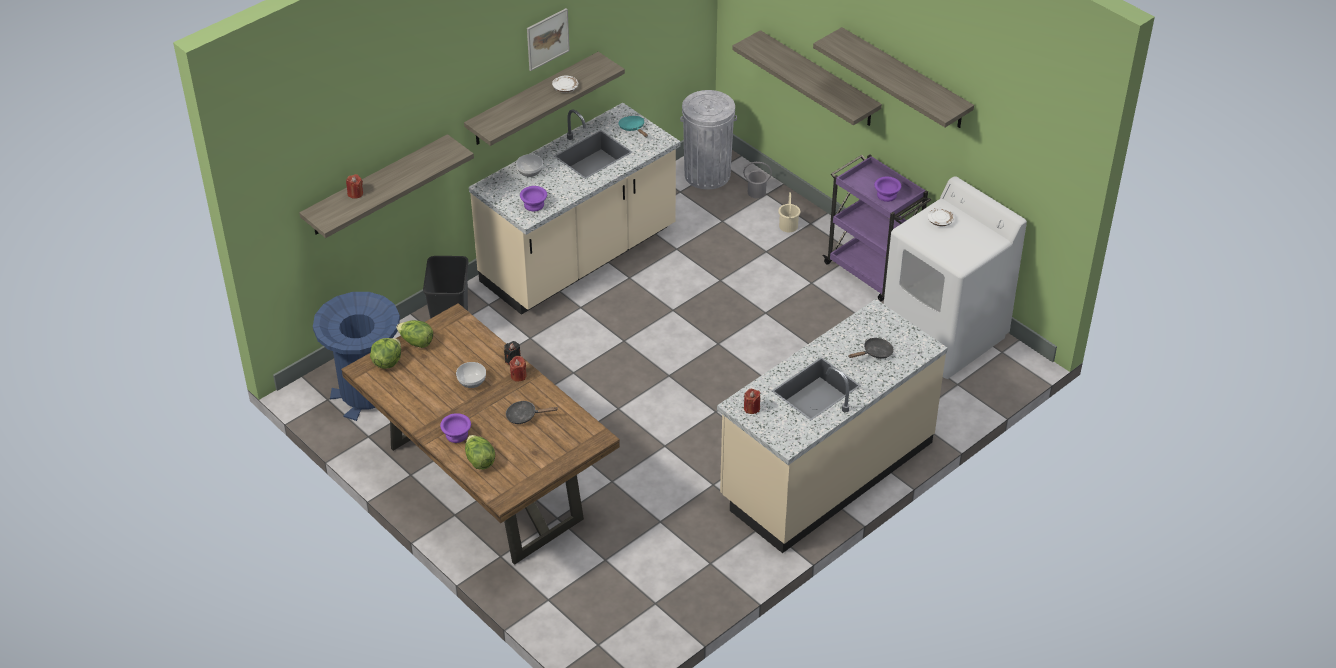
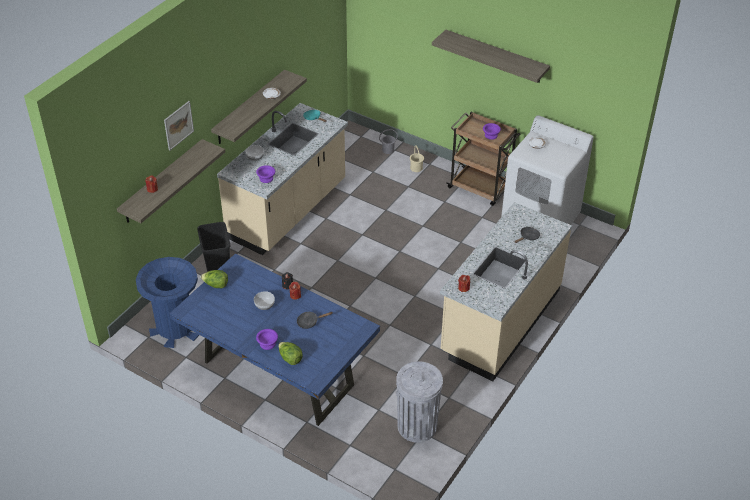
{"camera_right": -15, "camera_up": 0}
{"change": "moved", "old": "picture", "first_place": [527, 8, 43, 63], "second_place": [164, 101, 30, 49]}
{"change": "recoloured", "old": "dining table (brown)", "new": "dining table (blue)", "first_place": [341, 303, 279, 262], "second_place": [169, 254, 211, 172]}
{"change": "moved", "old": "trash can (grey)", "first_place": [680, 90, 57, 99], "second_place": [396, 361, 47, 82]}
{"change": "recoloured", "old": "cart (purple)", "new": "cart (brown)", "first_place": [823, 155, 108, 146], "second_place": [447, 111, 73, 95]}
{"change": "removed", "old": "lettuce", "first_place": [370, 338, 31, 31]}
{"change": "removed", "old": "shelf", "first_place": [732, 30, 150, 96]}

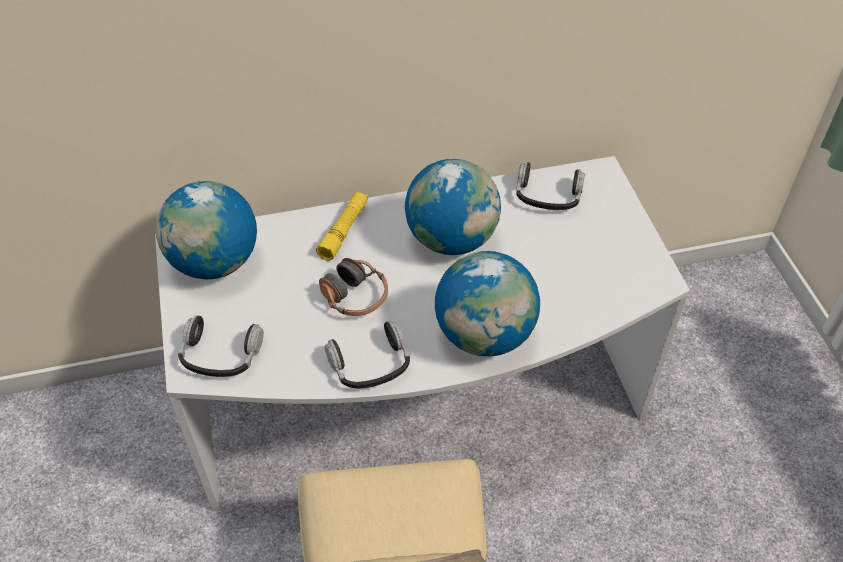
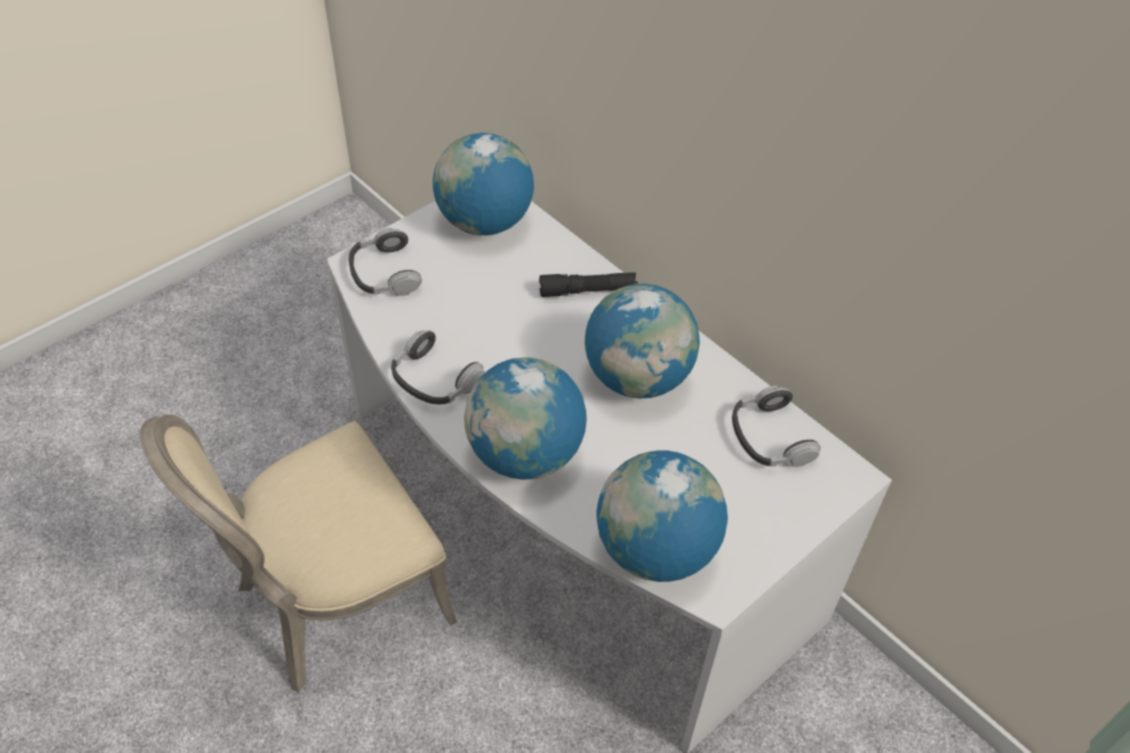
{"camera_right": 60, "camera_up": 0}
{"change": "recoloured", "old": "flashlight (yellow)", "new": "flashlight (black)", "first_place": [316, 191, 52, 70], "second_place": [539, 272, 99, 25]}
{"change": "added", "new": "globe", "second_place": [596, 450, 132, 132]}
{"change": "removed", "old": "headphones", "first_place": [319, 258, 69, 58]}

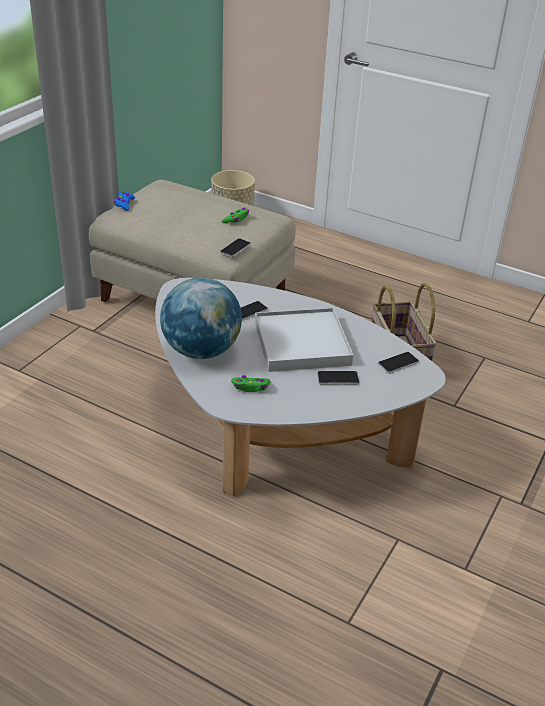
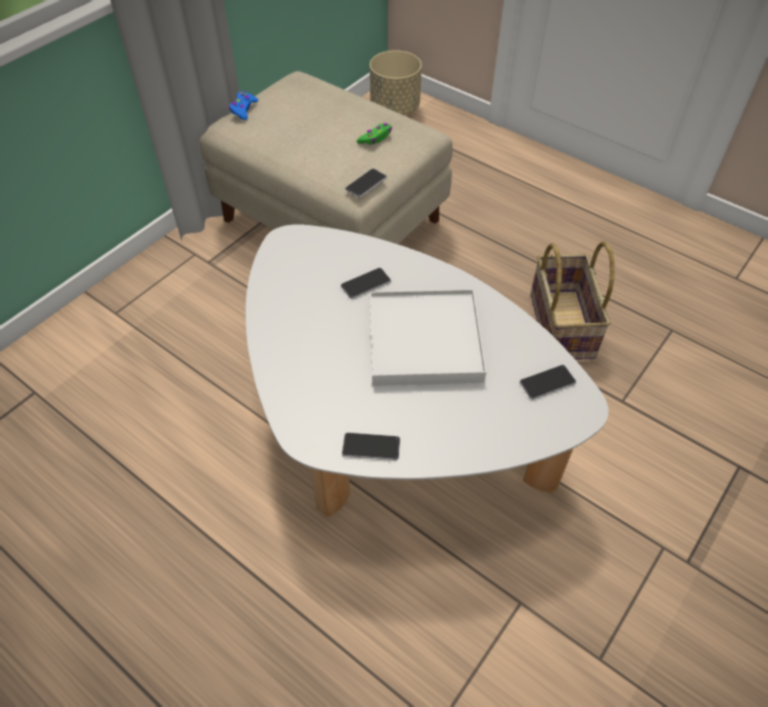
{"camera_right": 10, "camera_up": 15}
{"change": "moved", "old": "phone", "first_place": [317, 371, 42, 14], "second_place": [342, 432, 58, 29]}
{"change": "removed", "old": "globe", "first_place": [160, 278, 82, 81]}
{"change": "removed", "old": "game controller (green)", "first_place": [231, 375, 40, 17]}

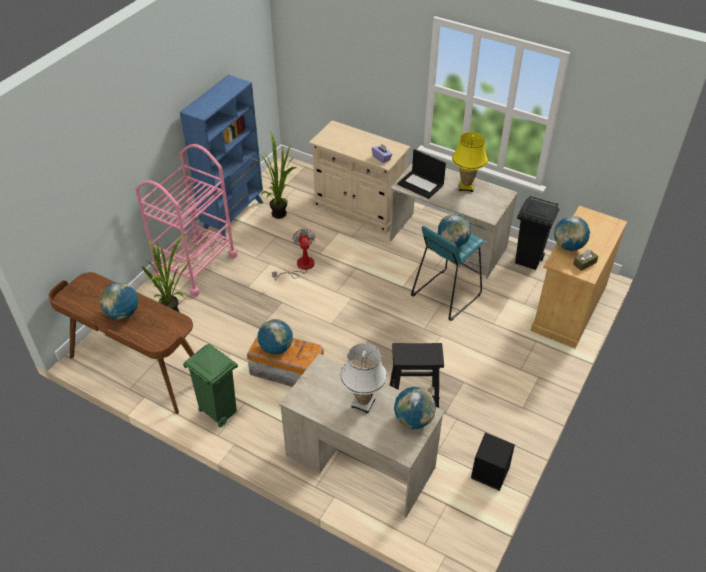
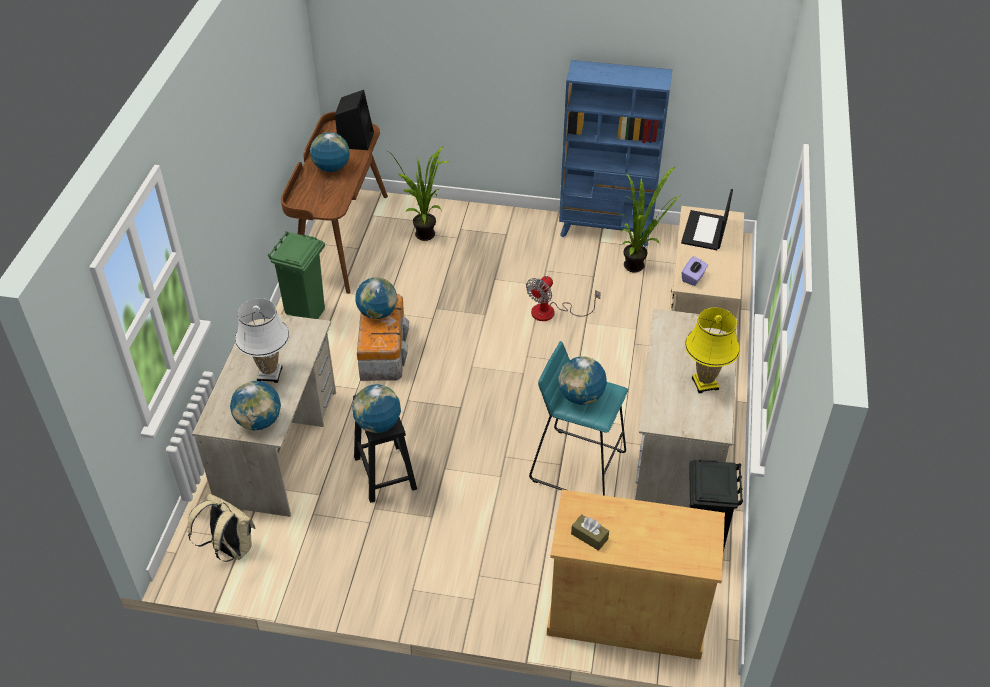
{"camera_right": 70, "camera_up": 0}
{"change": "added", "new": "backpack (beige)", "second_place": [188, 494, 67, 68]}
{"change": "moved", "old": "speaker (black)", "first_place": [471, 433, 44, 58], "second_place": [335, 90, 39, 60]}
{"change": "moved", "old": "globe", "first_place": [554, 216, 36, 35], "second_place": [352, 384, 49, 49]}
{"change": "turned", "old": "fan", "first_place": [272, 229, 43, 52], "second_place": [526, 276, 75, 45], "degrees": 150}
{"change": "moved", "old": "laptop", "first_place": [397, 149, 49, 50], "second_place": [681, 189, 52, 61]}
{"change": "removed", "old": "cart (pink)", "first_place": [135, 144, 103, 153]}

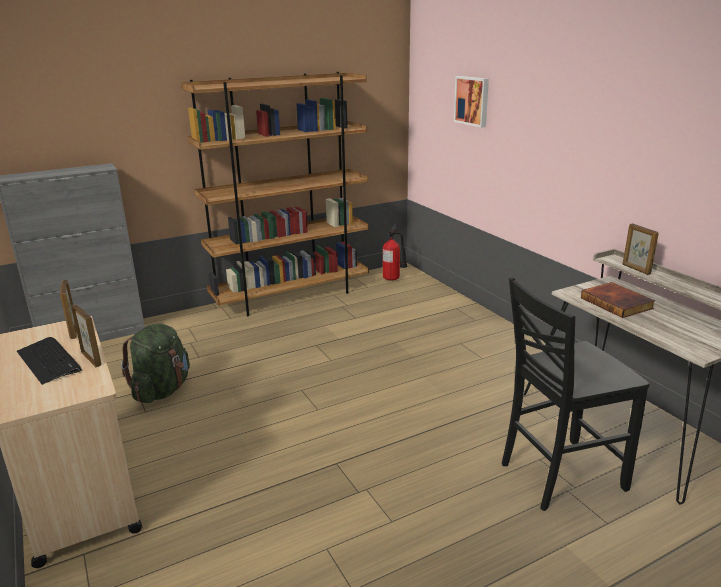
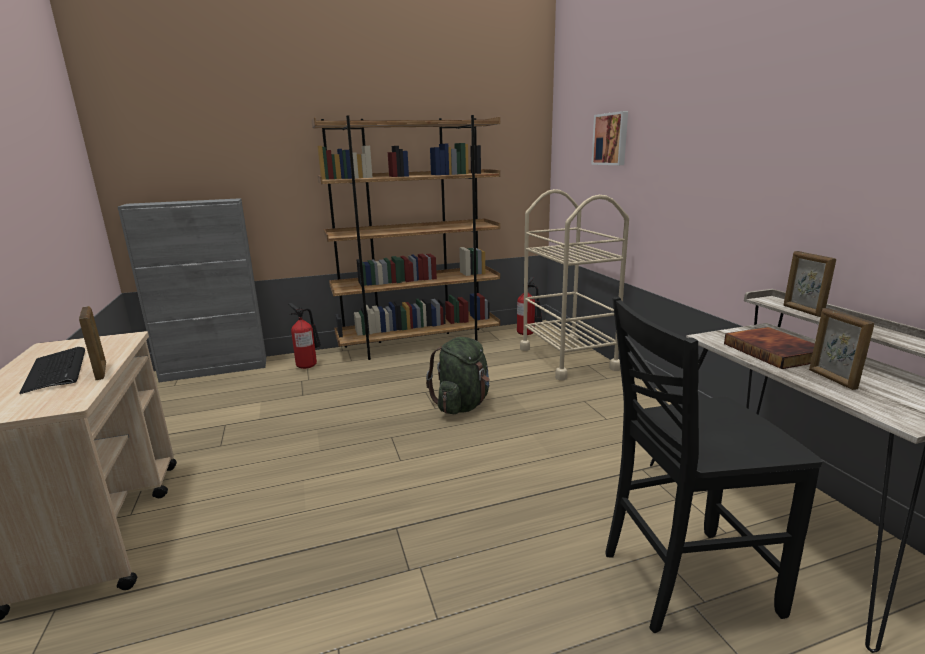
{"camera_right": 10, "camera_up": -5}
{"change": "added", "new": "fire extinguisher", "second_place": [288, 303, 33, 66]}
{"change": "moved", "old": "backpack (green)", "first_place": [121, 324, 69, 79], "second_place": [426, 337, 64, 77]}
{"change": "added", "new": "cart (beige)", "second_place": [520, 189, 109, 192]}
{"change": "moved", "old": "picture frame", "first_place": [60, 280, 17, 59], "second_place": [809, 308, 65, 82]}

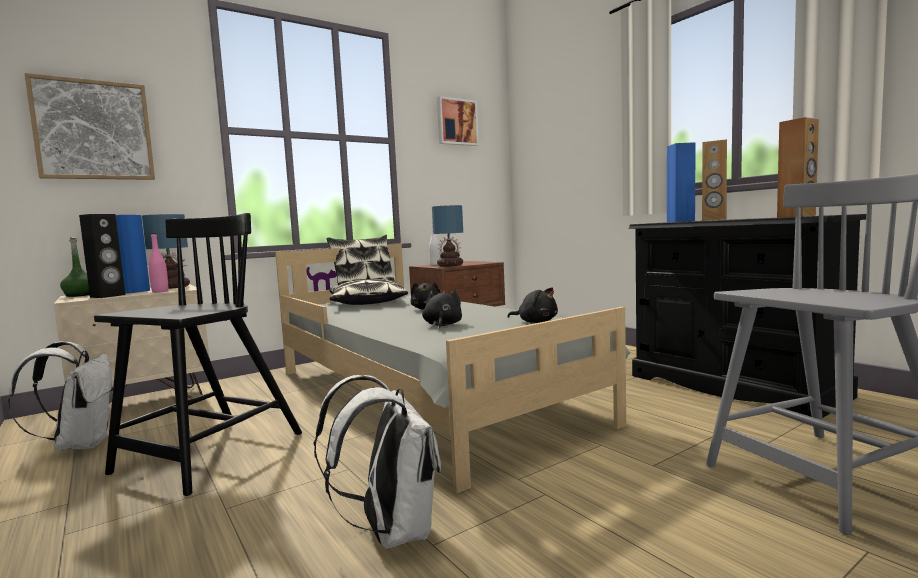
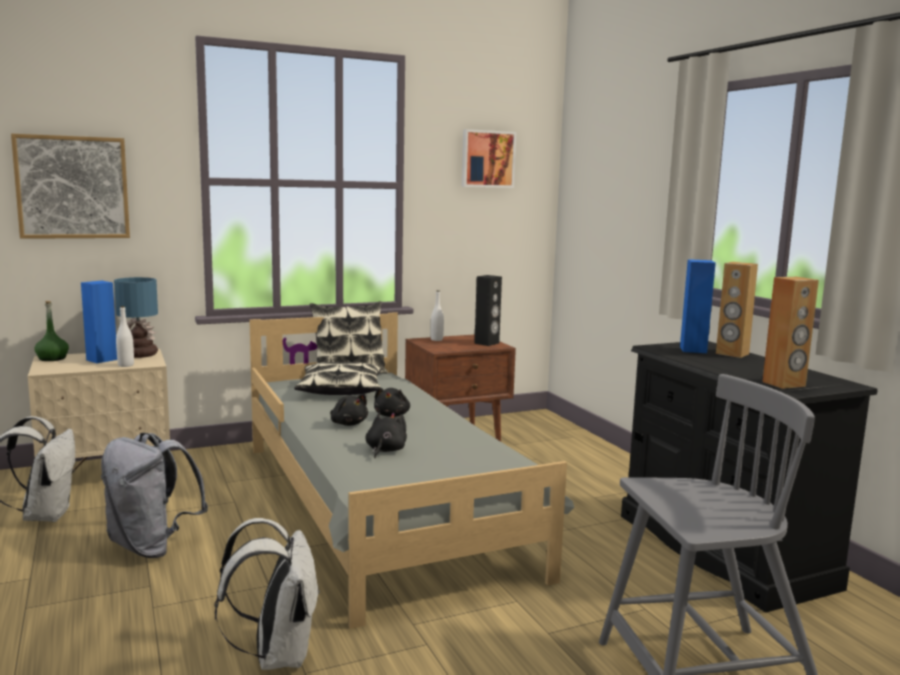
{"camera_right": 10, "camera_up": 5}
{"change": "replaced", "old": "chair (black)", "new": "backpack (grey)", "first_place": [94, 213, 208, 283], "second_place": [101, 433, 107, 125]}
{"change": "recoloured", "old": "bottle (pink)", "new": "bottle (white)", "first_place": [149, 233, 19, 60], "second_place": [116, 306, 18, 61]}
{"change": "moved", "old": "plush toy (black)", "first_place": [508, 287, 50, 36], "second_place": [330, 394, 38, 32]}
{"change": "moved", "old": "speaker (black)", "first_place": [79, 214, 46, 84], "second_place": [475, 275, 27, 71]}
{"change": "removed", "old": "table lamp", "first_place": [432, 205, 31, 62]}

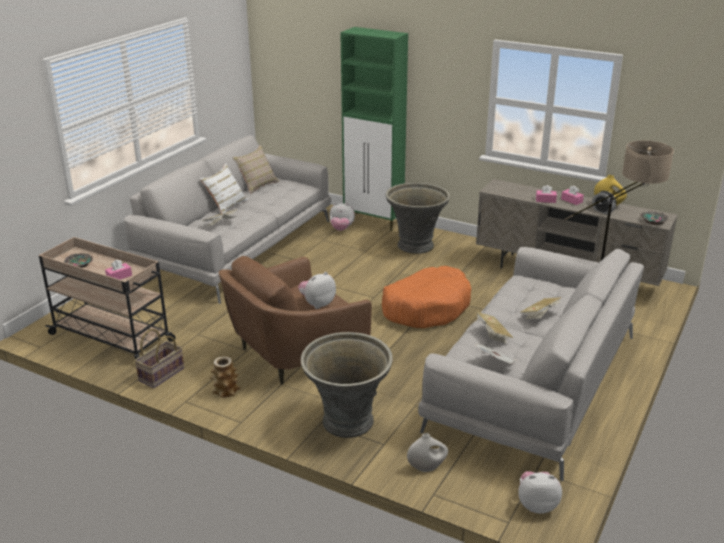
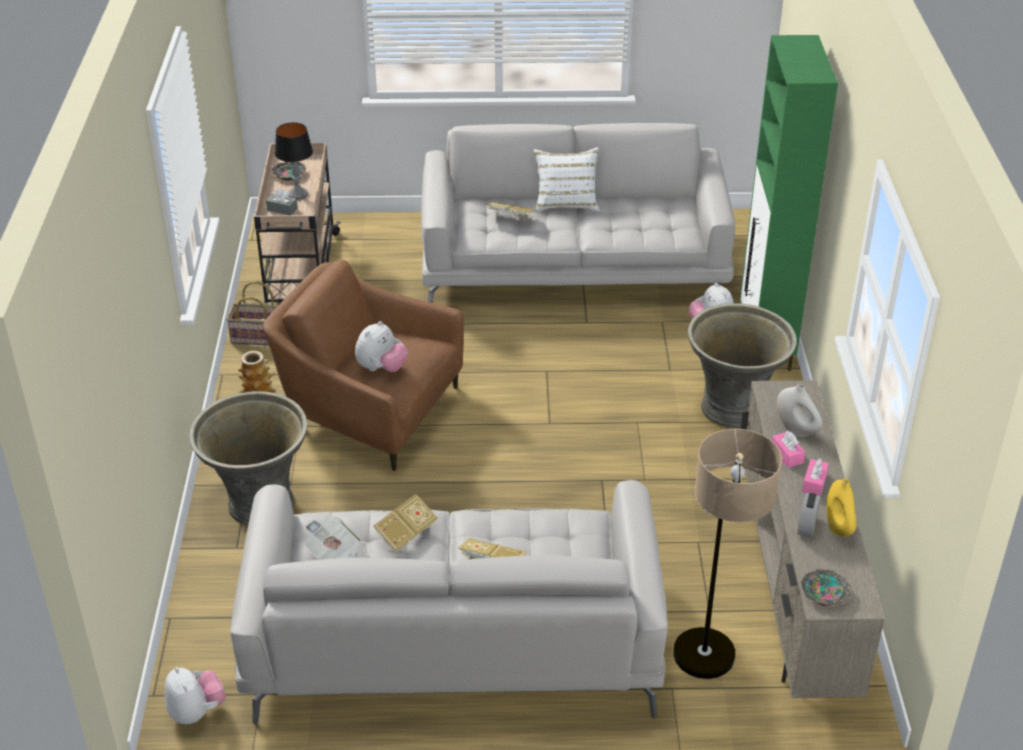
{"camera_right": 60, "camera_up": 10}
{"change": "recoloured", "old": "tissue box (pink)", "new": "tissue box (grey)", "first_place": [105, 260, 27, 20], "second_place": [266, 189, 32, 26]}
{"change": "added", "new": "table lamp", "second_place": [275, 122, 38, 78]}
{"change": "turned", "old": "plush toy", "first_place": [298, 272, 38, 37], "second_place": [355, 321, 53, 51], "degrees": 105}
{"change": "moved", "old": "vase (white)", "first_place": [407, 433, 41, 39], "second_place": [777, 384, 46, 53]}
{"change": "removed", "old": "pillow (beige)", "first_place": [232, 145, 47, 49]}
{"change": "removed", "old": "dog bed (orange)", "first_place": [382, 266, 89, 62]}

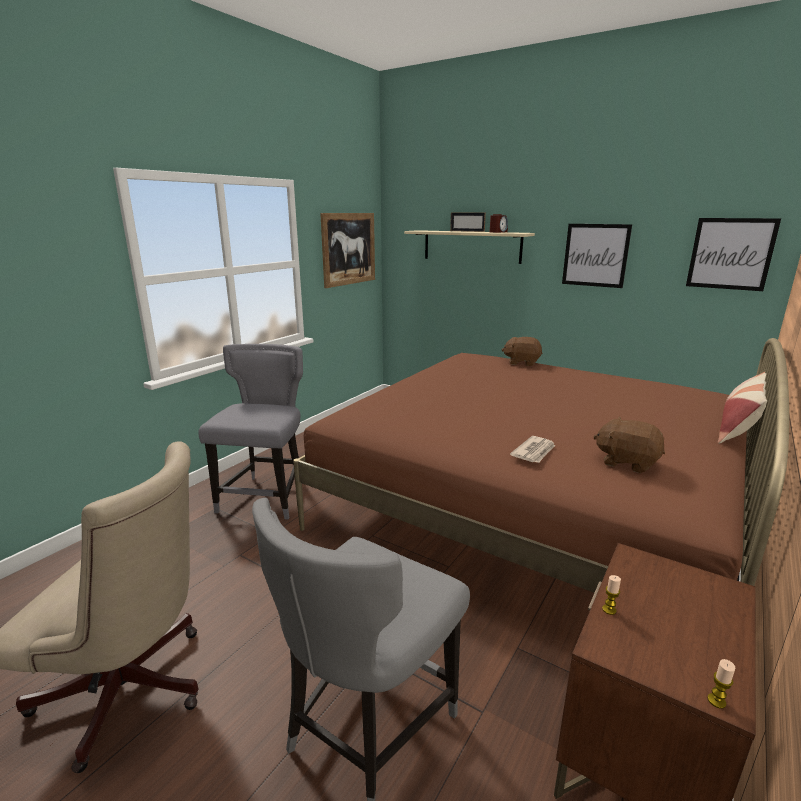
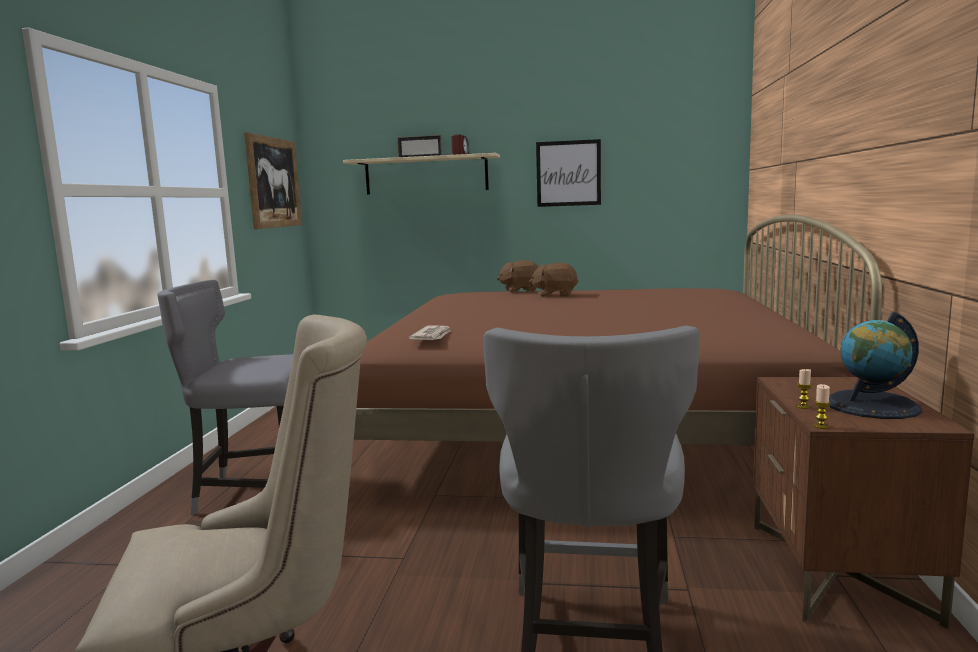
{"camera_right": -25, "camera_up": -10}
{"change": "turned", "old": "chair (grey)", "first_place": [199, 344, 104, 175], "second_place": [157, 280, 136, 235], "degrees": -75}
{"change": "moved", "old": "newspaper", "first_place": [510, 436, 45, 27], "second_place": [409, 325, 42, 15]}
{"change": "moved", "old": "plush toy (brown)", "first_place": [593, 417, 72, 56], "second_place": [529, 263, 50, 34]}
{"change": "moved", "old": "candle", "first_place": [707, 659, 28, 50], "second_place": [813, 384, 17, 45]}
{"change": "added", "new": "globe", "second_place": [829, 312, 93, 107]}
{"change": "removed", "old": "picture", "first_place": [686, 218, 95, 73]}
{"change": "removed", "old": "pillow", "first_place": [718, 372, 49, 72]}

